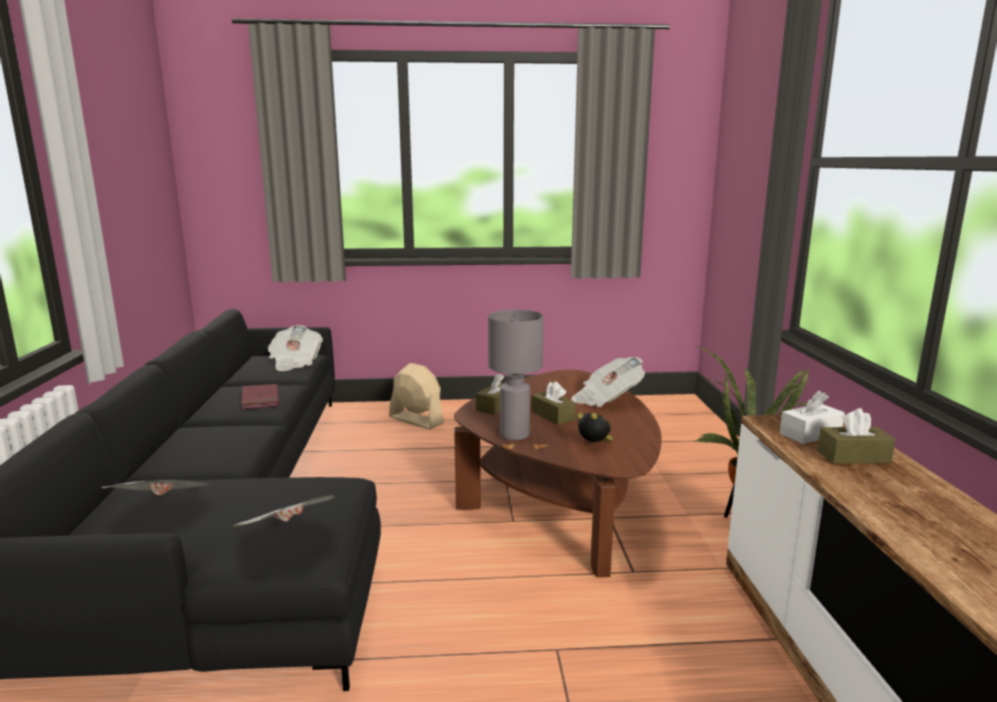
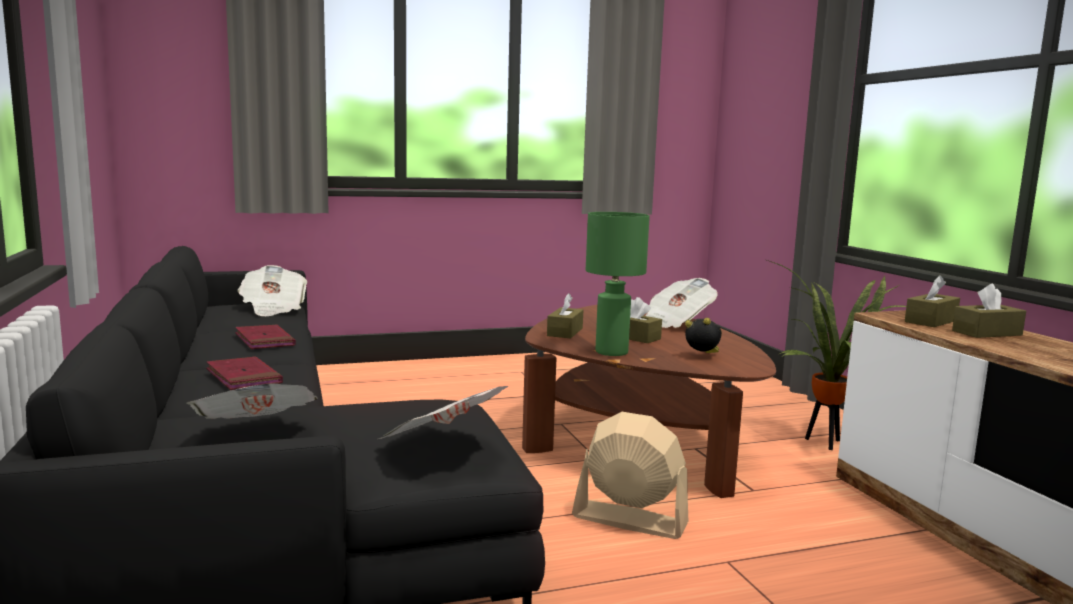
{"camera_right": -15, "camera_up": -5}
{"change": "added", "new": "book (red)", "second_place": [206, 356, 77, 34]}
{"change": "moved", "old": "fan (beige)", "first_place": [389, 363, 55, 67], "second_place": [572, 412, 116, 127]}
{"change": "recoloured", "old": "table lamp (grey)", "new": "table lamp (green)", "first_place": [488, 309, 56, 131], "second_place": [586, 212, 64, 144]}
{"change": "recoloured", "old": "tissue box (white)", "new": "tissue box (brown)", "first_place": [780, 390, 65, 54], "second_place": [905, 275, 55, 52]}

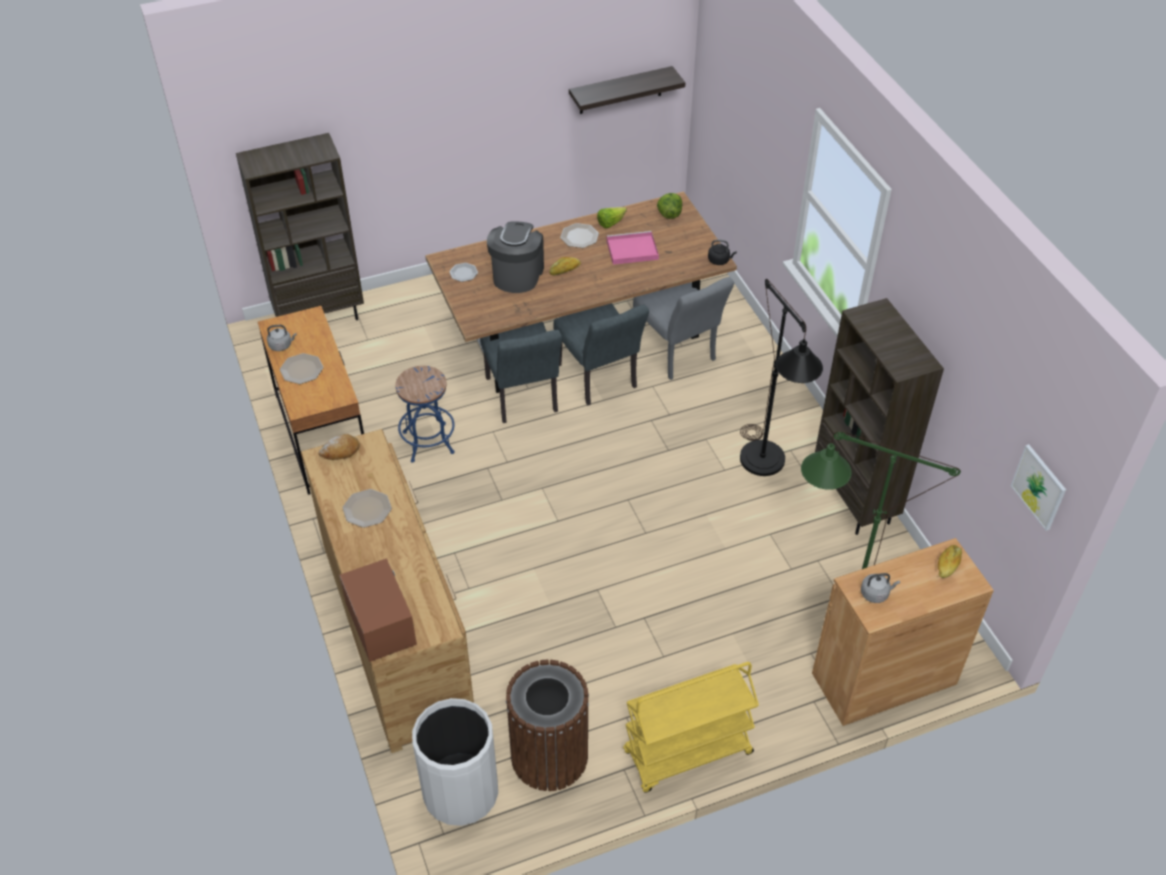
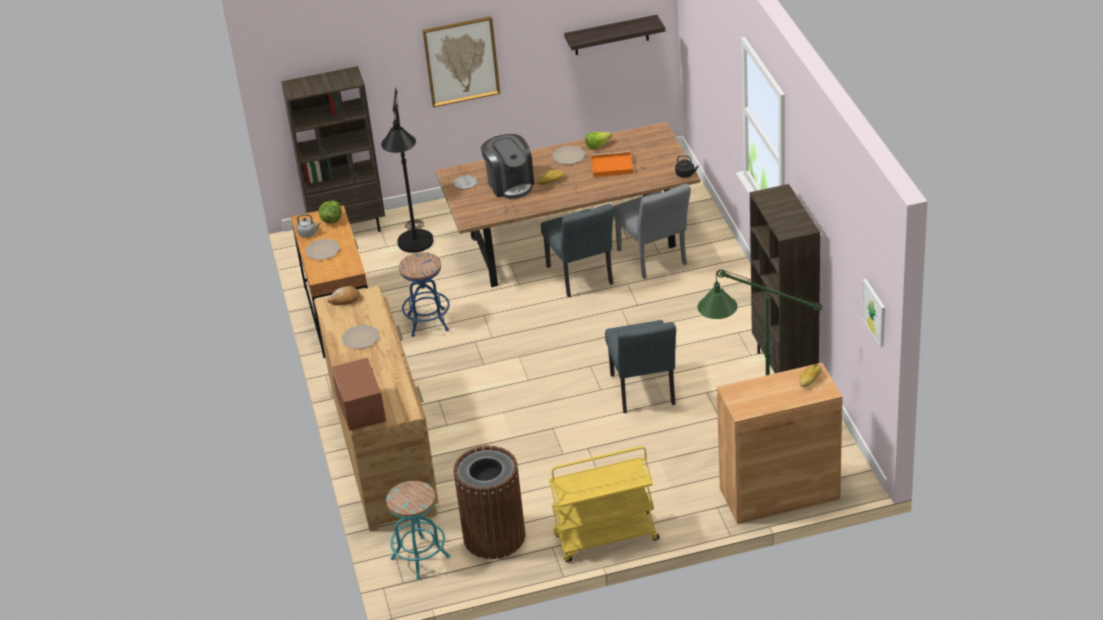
{"camera_right": 10, "camera_up": -10}
{"change": "moved", "old": "lettuce", "first_place": [657, 193, 25, 26], "second_place": [319, 201, 23, 23]}
{"change": "moved", "old": "floor lamp (black)", "first_place": [740, 279, 83, 197], "second_place": [381, 88, 52, 165]}
{"change": "replaced", "old": "trash can (white)", "new": "stool (turquoise)", "first_place": [412, 698, 86, 128], "second_place": [386, 481, 64, 98]}
{"change": "added", "new": "picture", "second_place": [423, 17, 77, 90]}
{"change": "turned", "old": "coffee machine", "first_place": [487, 221, 57, 72], "second_place": [481, 134, 53, 65], "degrees": 135}
{"change": "recoloured", "old": "tray (pink)", "new": "tray (orange)", "first_place": [606, 231, 53, 34], "second_place": [591, 151, 42, 26]}
{"change": "moved", "old": "chair (grey)", "first_place": [480, 322, 82, 101], "second_place": [605, 320, 71, 93]}
{"change": "removed", "old": "kettle (grey)", "first_place": [861, 573, 39, 30]}

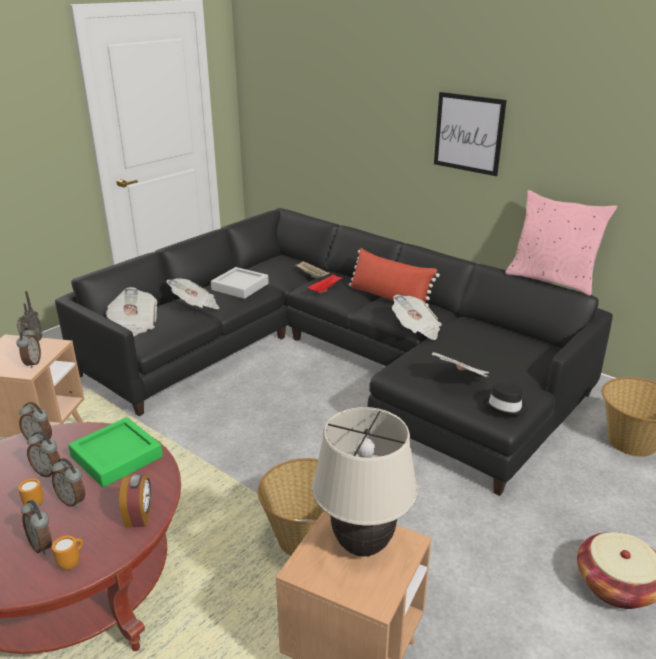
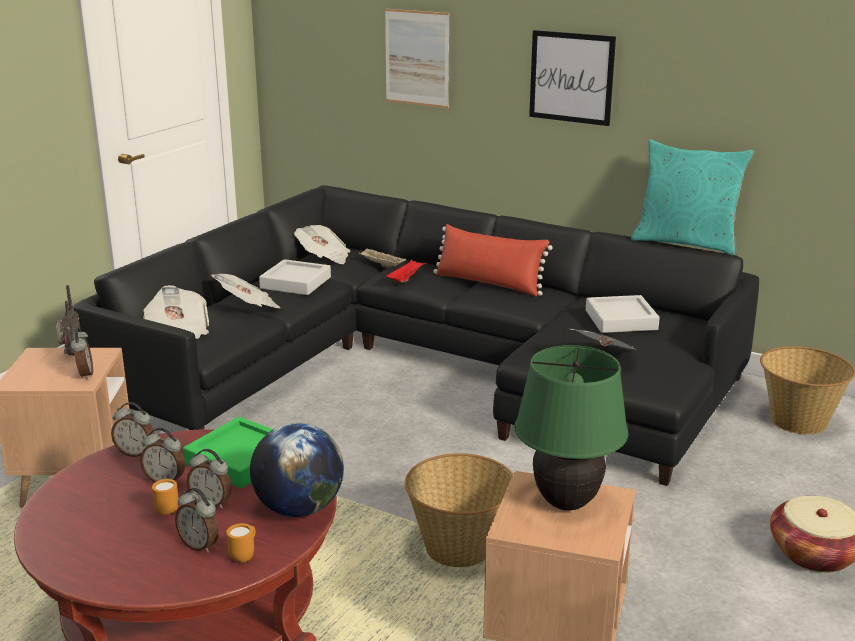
{"camera_right": -10, "camera_up": -5}
{"change": "replaced", "old": "alarm clock", "new": "globe", "first_place": [119, 474, 33, 53], "second_place": [250, 423, 94, 94]}
{"change": "moved", "old": "newspaper", "first_place": [392, 295, 50, 45], "second_place": [294, 225, 57, 39]}
{"change": "added", "new": "picture", "second_place": [385, 9, 65, 99]}
{"change": "recoloured", "old": "table lamp (beige)", "new": "table lamp (green)", "first_place": [312, 407, 106, 150], "second_place": [515, 345, 113, 166]}
{"change": "added", "new": "tray (grey)", "second_place": [586, 295, 74, 38]}
{"change": "recoloured", "old": "pillow (pink)", "new": "pillow (turquoise)", "first_place": [505, 190, 112, 106], "second_place": [631, 139, 123, 117]}
{"change": "removed", "old": "hat (black)", "first_place": [484, 381, 44, 35]}

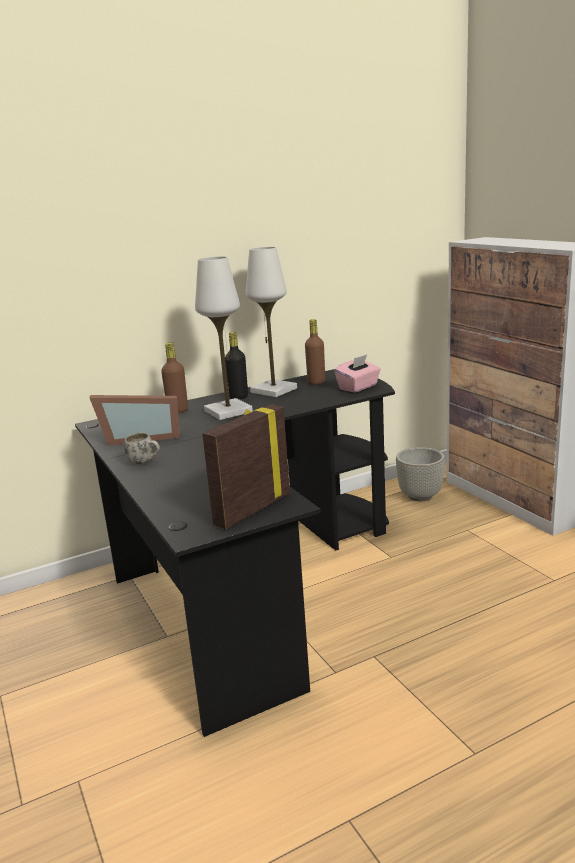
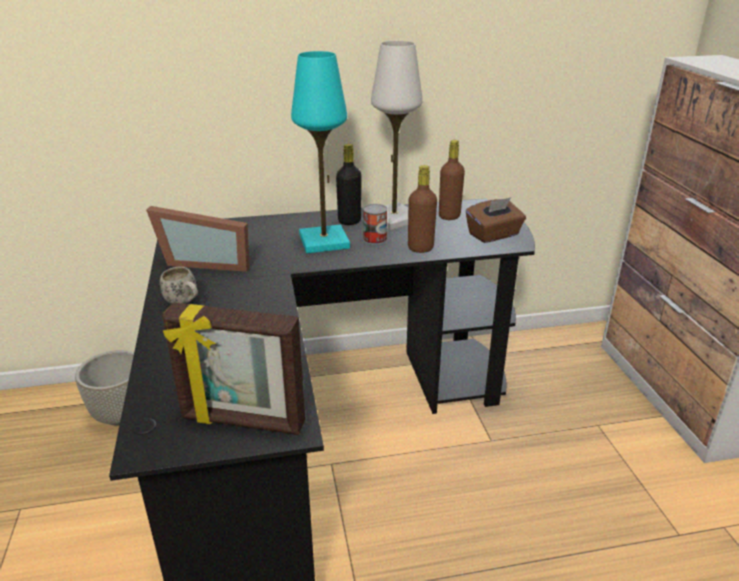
{"camera_right": 15, "camera_up": 10}
{"change": "moved", "old": "planter (grey)", "first_place": [396, 447, 49, 54], "second_place": [75, 350, 59, 76]}
{"change": "turned", "old": "picture frame", "first_place": [202, 404, 88, 126], "second_place": [162, 303, 143, 132], "degrees": -135}
{"change": "recoloured", "old": "table lamp (white)", "new": "table lamp (turquoise)", "first_place": [195, 256, 58, 164], "second_place": [291, 51, 59, 202]}
{"change": "added", "new": "can", "second_place": [363, 204, 24, 41]}
{"change": "moved", "old": "bottle (brown)", "first_place": [161, 343, 27, 70], "second_place": [408, 165, 29, 88]}
{"change": "recoloured", "old": "tissue box (pink)", "new": "tissue box (brown)", "first_place": [335, 355, 46, 38], "second_place": [466, 197, 60, 46]}

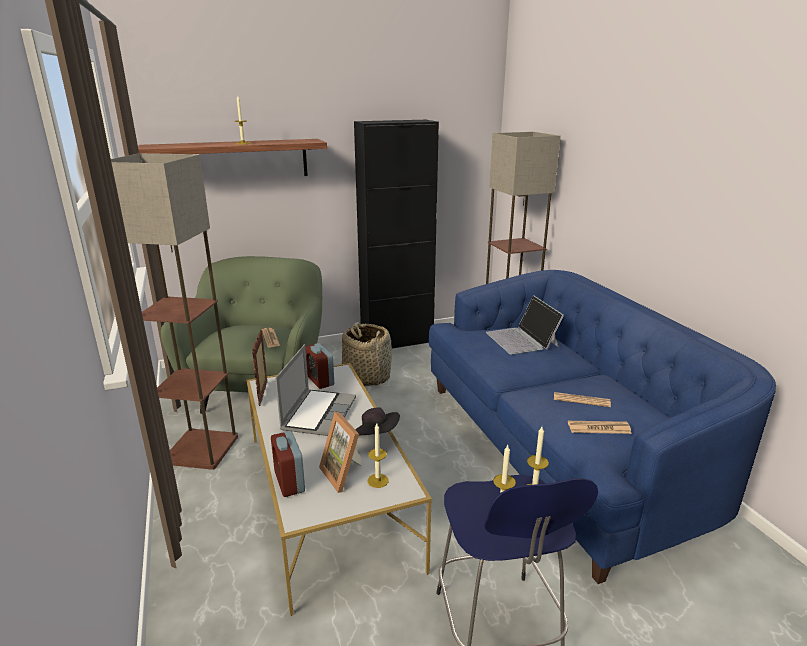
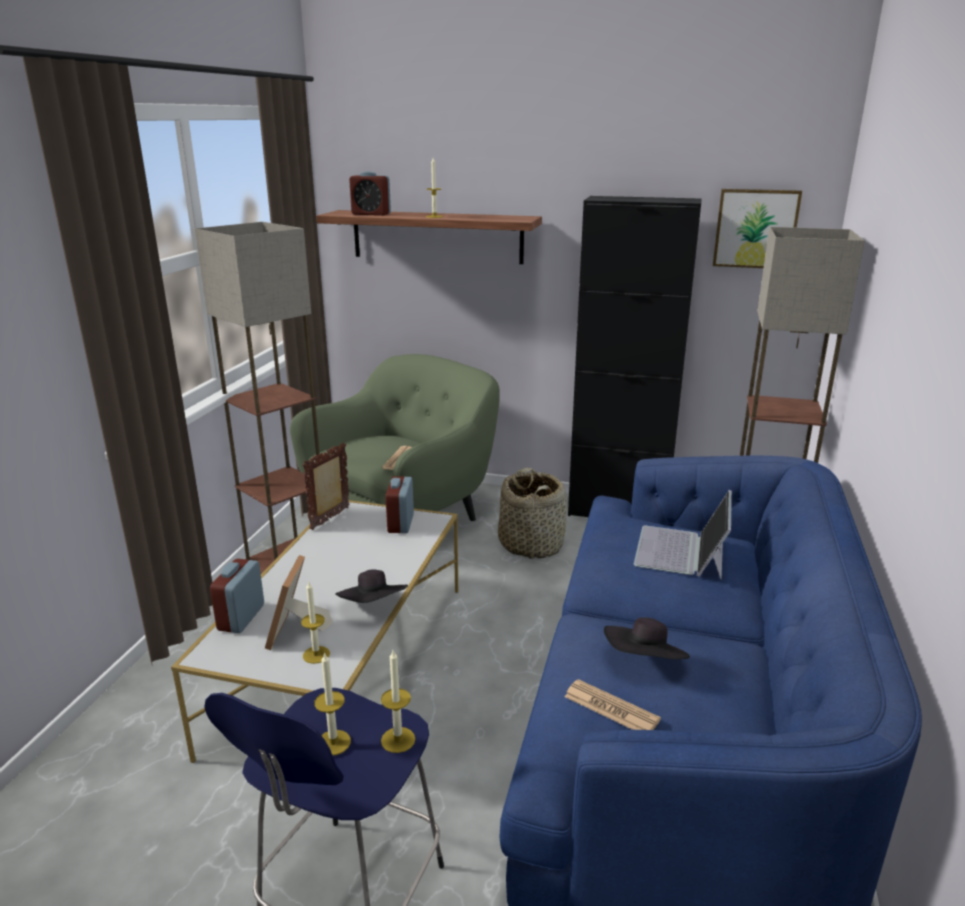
{"camera_right": 35, "camera_up": 0}
{"change": "added", "new": "alarm clock", "second_place": [349, 171, 42, 45]}
{"change": "replaced", "old": "newspaper", "new": "hat (black)", "first_place": [554, 392, 57, 15], "second_place": [604, 617, 86, 42]}
{"change": "added", "new": "picture", "second_place": [713, 189, 89, 79]}
{"change": "removed", "old": "laptop", "first_place": [275, 344, 81, 92]}

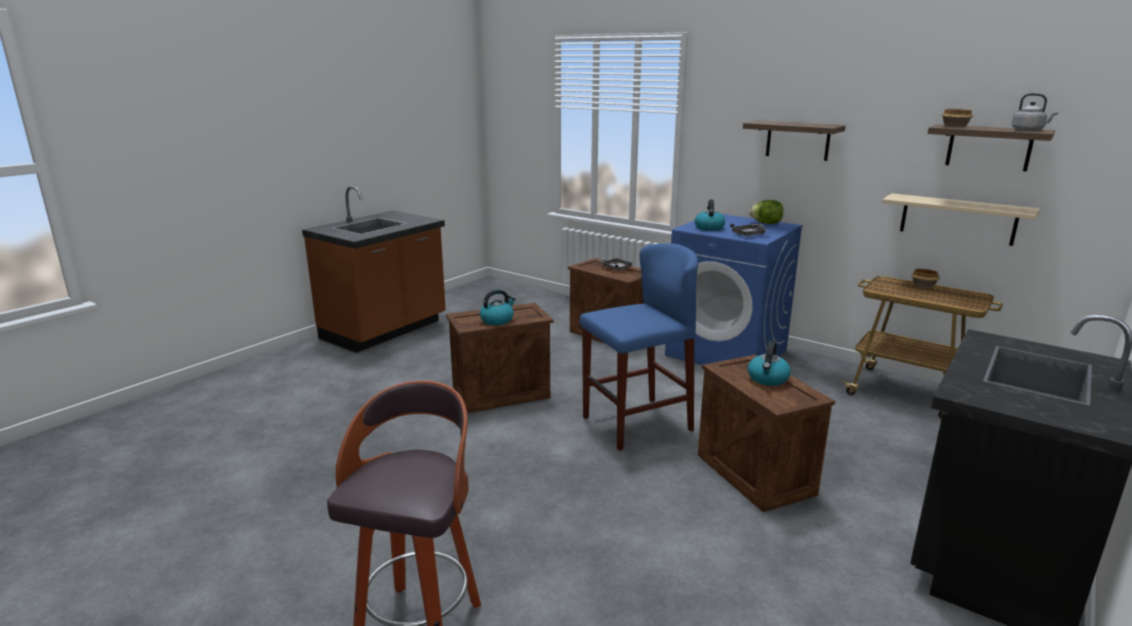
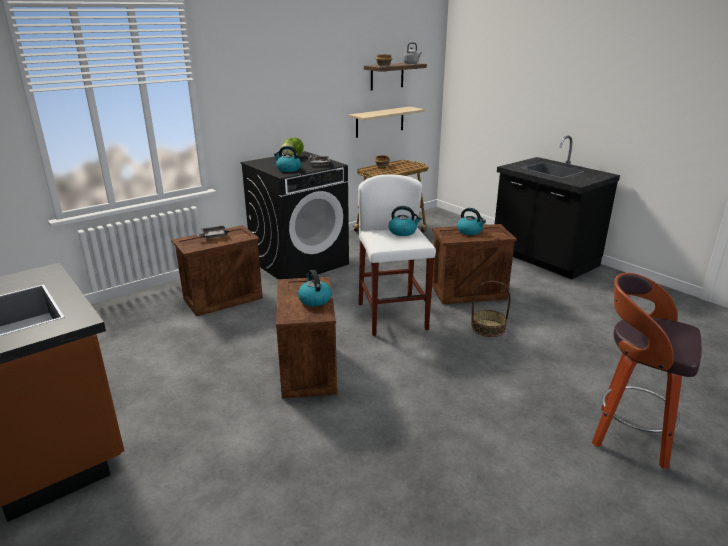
{"camera_right": -75, "camera_up": 5}
{"change": "recoloured", "old": "washing machine (blue)", "new": "washing machine (black)", "first_place": [665, 214, 138, 151], "second_place": [240, 151, 109, 128]}
{"change": "recoloured", "old": "stool (blue)", "new": "stool (white)", "first_place": [579, 243, 119, 208], "second_place": [358, 175, 78, 161]}
{"change": "added", "new": "kettle", "second_place": [388, 206, 34, 30]}
{"change": "added", "new": "basket", "second_place": [471, 281, 40, 56]}
{"change": "removed", "old": "shelf", "first_place": [743, 121, 103, 40]}

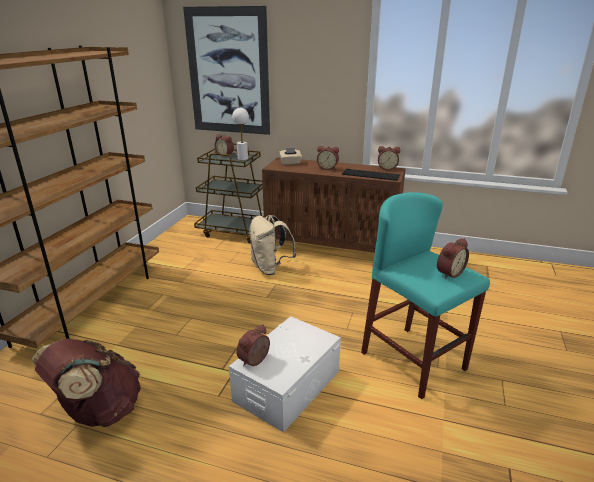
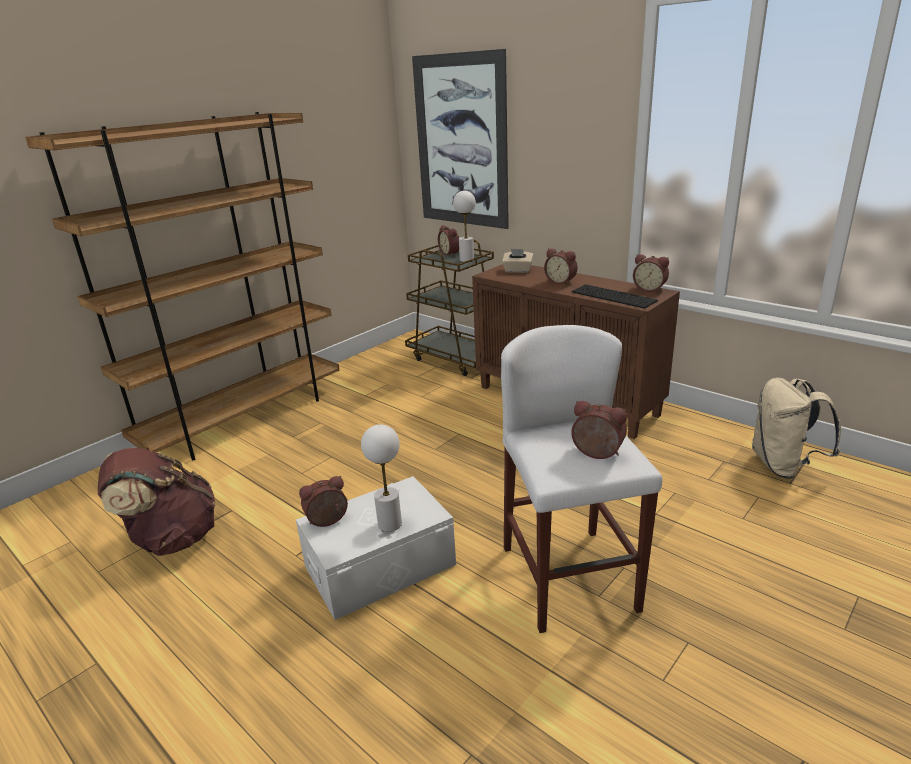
{"camera_right": 25, "camera_up": 0}
{"change": "added", "new": "table lamp (white)", "second_place": [361, 424, 41, 108]}
{"change": "recoloured", "old": "stool (turquoise)", "new": "stool (white)", "first_place": [361, 192, 129, 207], "second_place": [501, 325, 161, 308]}
{"change": "turned", "old": "alarm clock", "first_place": [437, 238, 32, 41], "second_place": [571, 401, 56, 58], "degrees": -135}
{"change": "moved", "old": "backpack (beige)", "first_place": [249, 215, 48, 60], "second_place": [752, 378, 89, 101]}

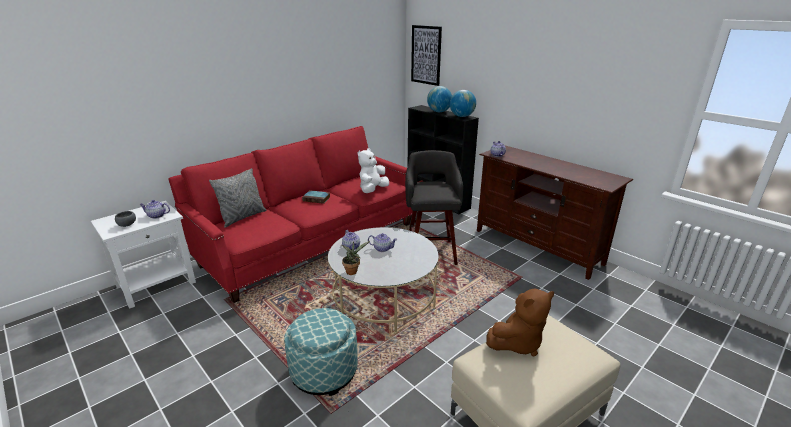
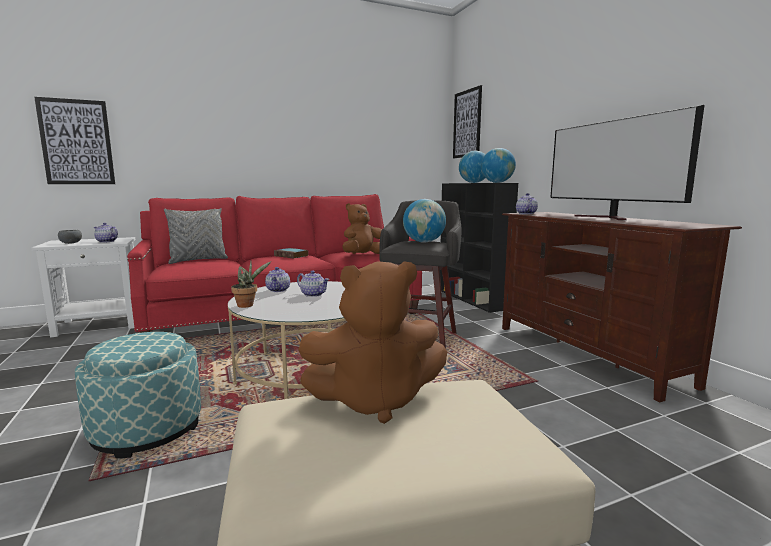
{"camera_right": 20, "camera_up": -15}
{"change": "added", "new": "picture", "second_place": [34, 97, 81, 87]}
{"change": "recoloured", "old": "plush toy (white)", "new": "plush toy (brown)", "first_place": [358, 148, 31, 45], "second_place": [343, 203, 39, 51]}
{"change": "added", "new": "globe", "second_place": [403, 199, 43, 44]}
{"change": "added", "new": "television", "second_place": [551, 105, 154, 115]}

